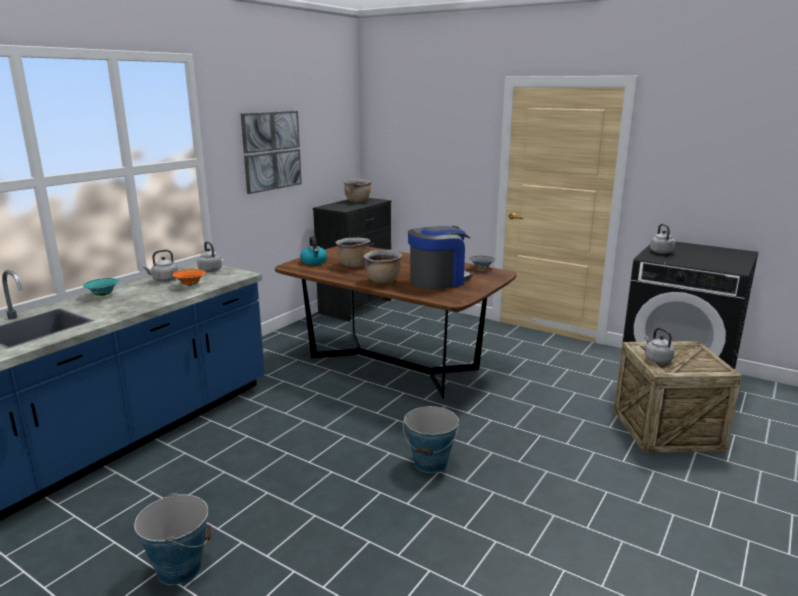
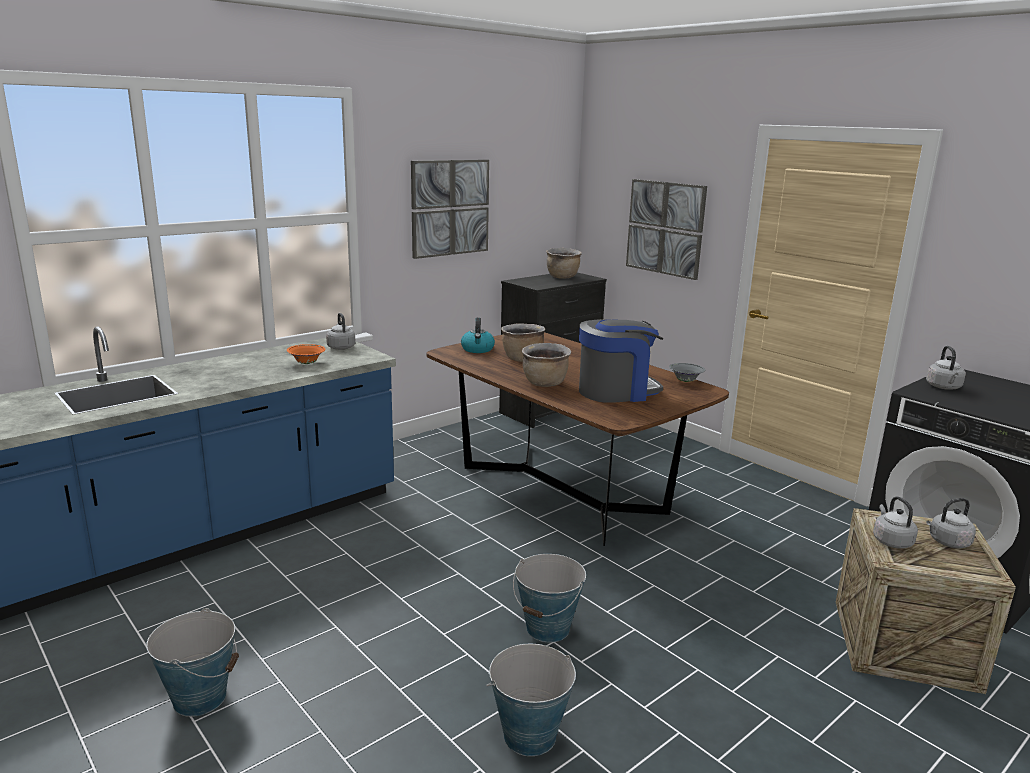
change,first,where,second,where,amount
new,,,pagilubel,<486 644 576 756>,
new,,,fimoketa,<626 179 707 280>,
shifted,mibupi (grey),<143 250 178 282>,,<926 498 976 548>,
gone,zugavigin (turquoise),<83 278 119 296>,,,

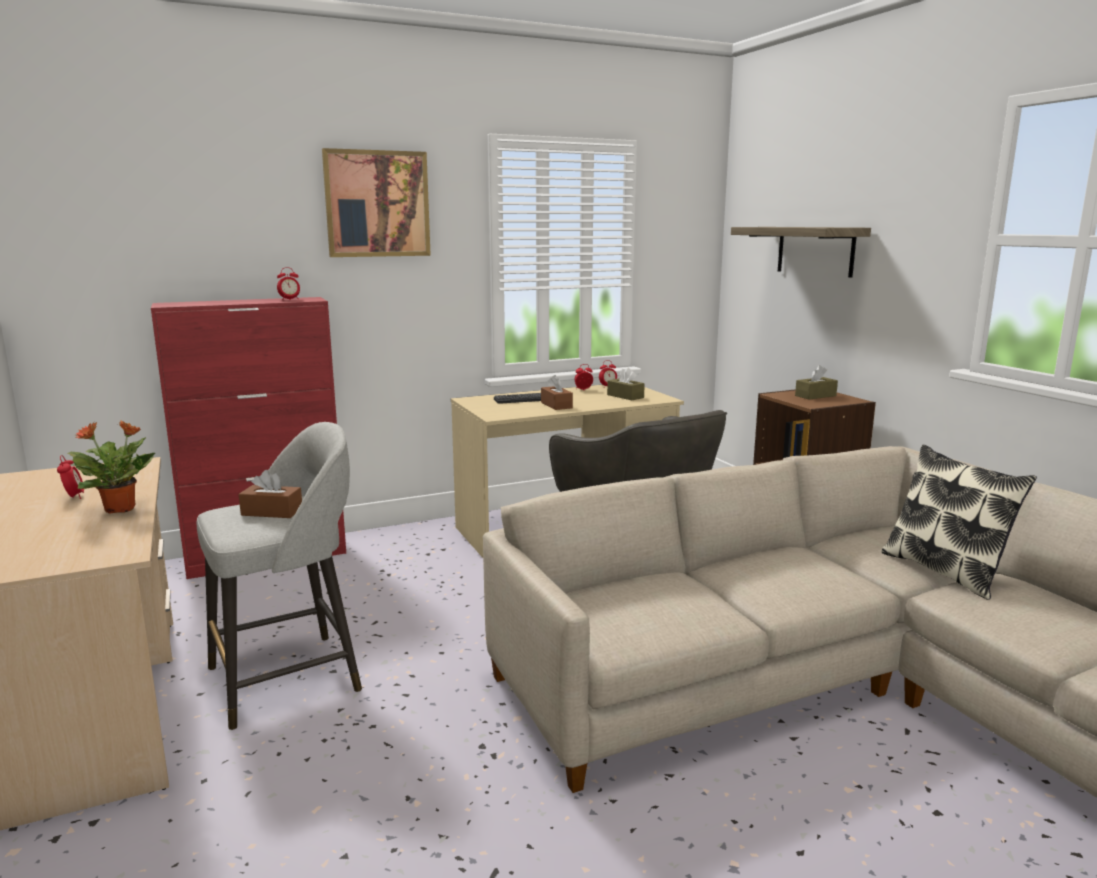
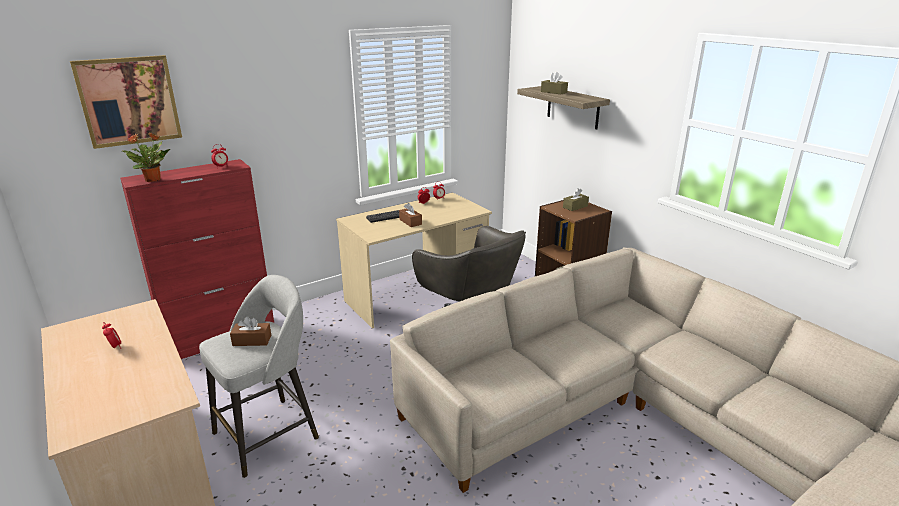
change,first,where,second,where,amount
shifted,fimoketa,<322 148 431 257>,,<70 55 182 149>,
shifted,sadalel,<67 421 155 514>,,<122 133 170 182>,
shifted,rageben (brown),<607 367 645 400>,,<541 71 568 94>,
gone,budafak,<881 445 1037 600>,,,

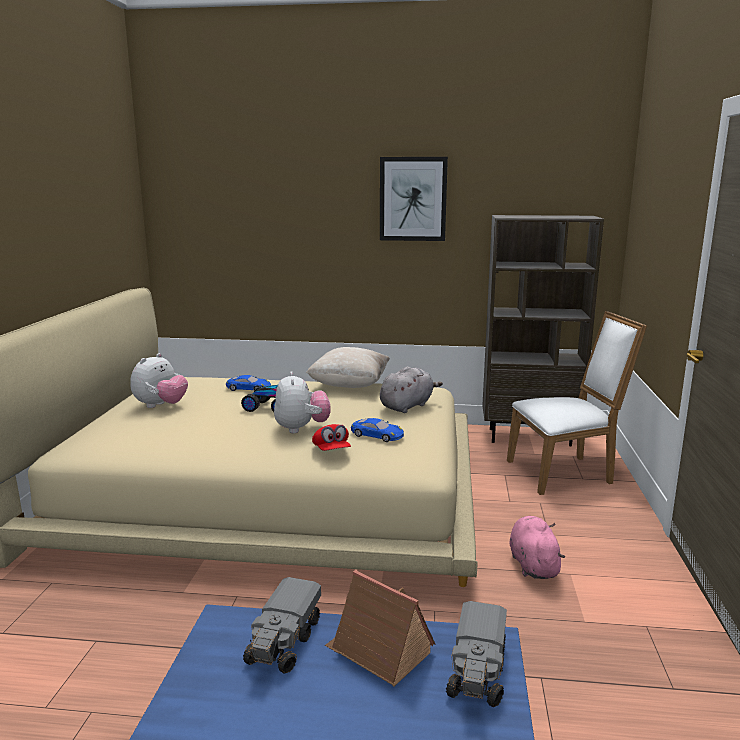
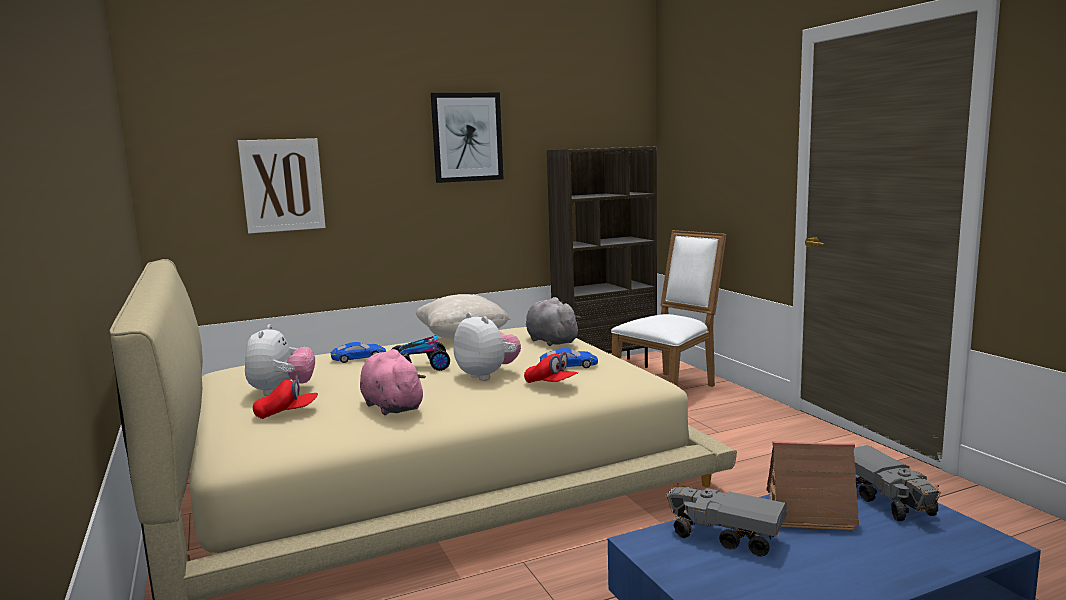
change,first,where,second,where,amount
new,,,fimoketa,<238 138 326 234>,
new,,,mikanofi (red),<253 375 318 419>,
shifted,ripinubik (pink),<509 516 565 579>,,<360 349 426 415>,
rotated,ripinubik (grey),<380 367 443 413>,,<526 297 581 346>,45 degrees counterclockwise
rotated,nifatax,<243 577 321 673>,,<666 486 787 556>,135 degrees clockwise

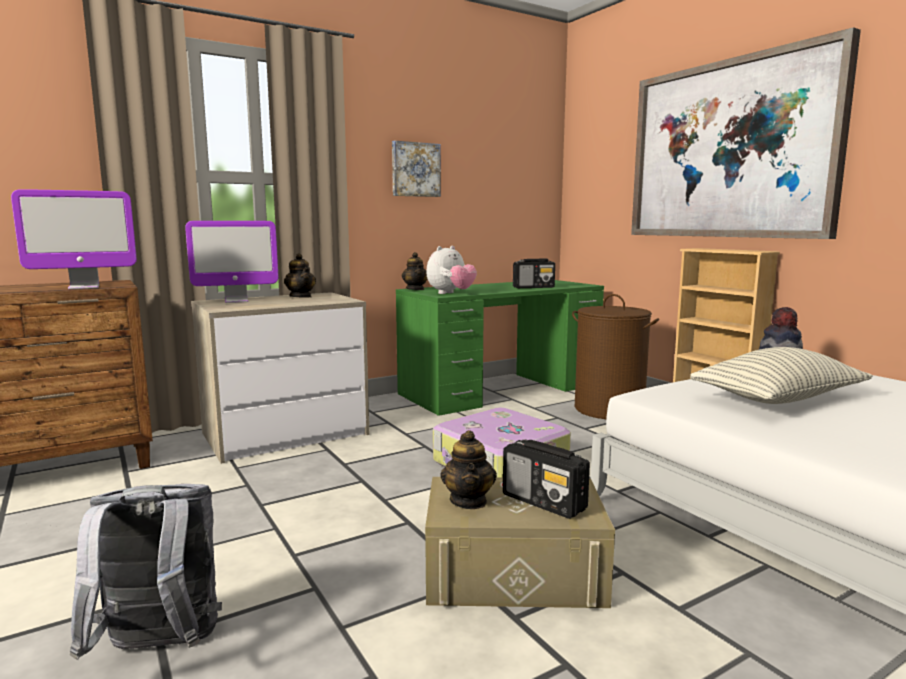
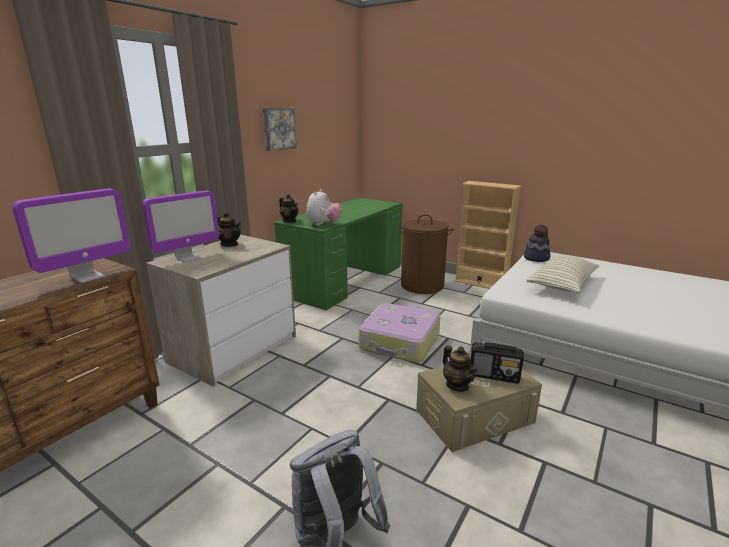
change,first,where,second,where,amount
gone,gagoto,<513 259 555 288>,,,
gone,fimoketa,<631 27 861 239>,,,

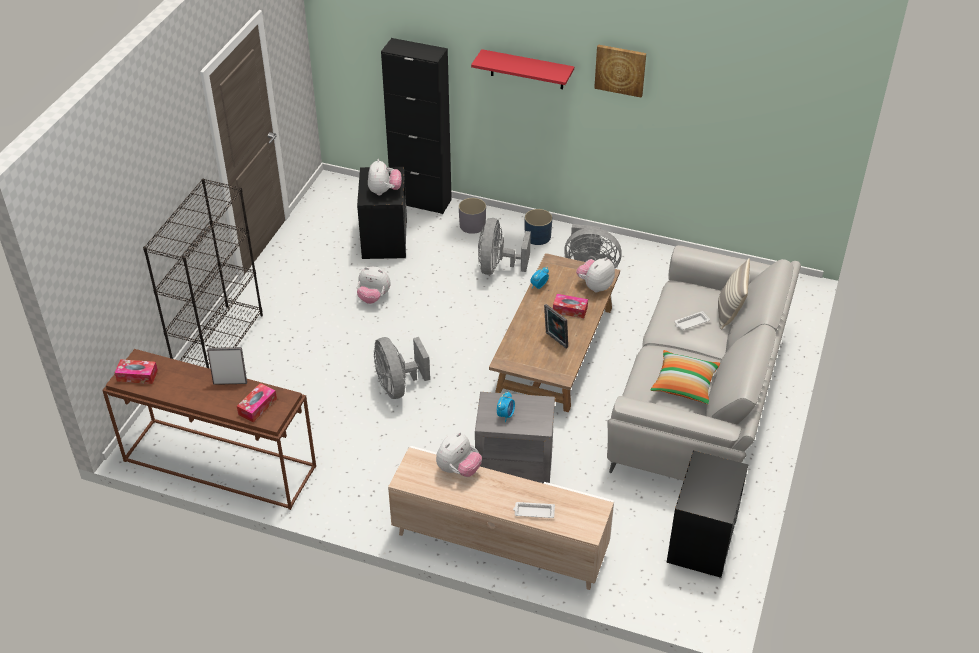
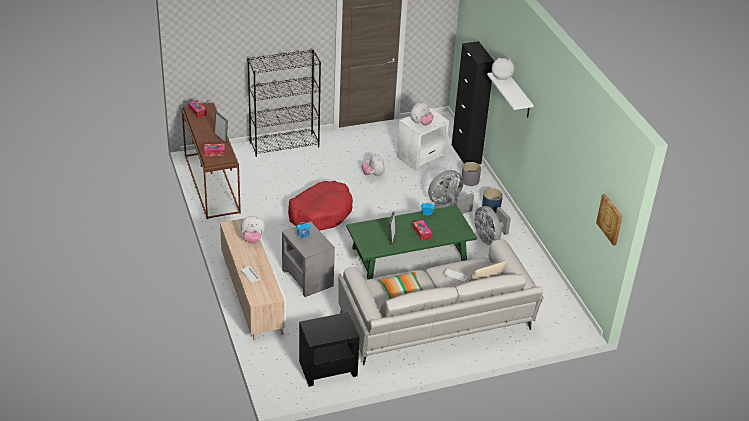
change,first,where,second,where,amount
swapped,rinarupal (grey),<374 337 430 399>,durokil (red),<288 181 353 231>,
repainted,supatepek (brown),<489 253 620 412>,supatepek (green),<346 205 477 279>,
repainted,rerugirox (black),<357 167 407 259>,rerugirox (white),<397 108 449 171>,
repainted,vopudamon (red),<471 49 574 89>,vopudamon (white),<487 72 534 118>,
shifted,ripinubik,<576 257 615 292>,,<492 58 515 80>,
shifted,fimoketa,<594 44 646 97>,,<596 194 623 246>,

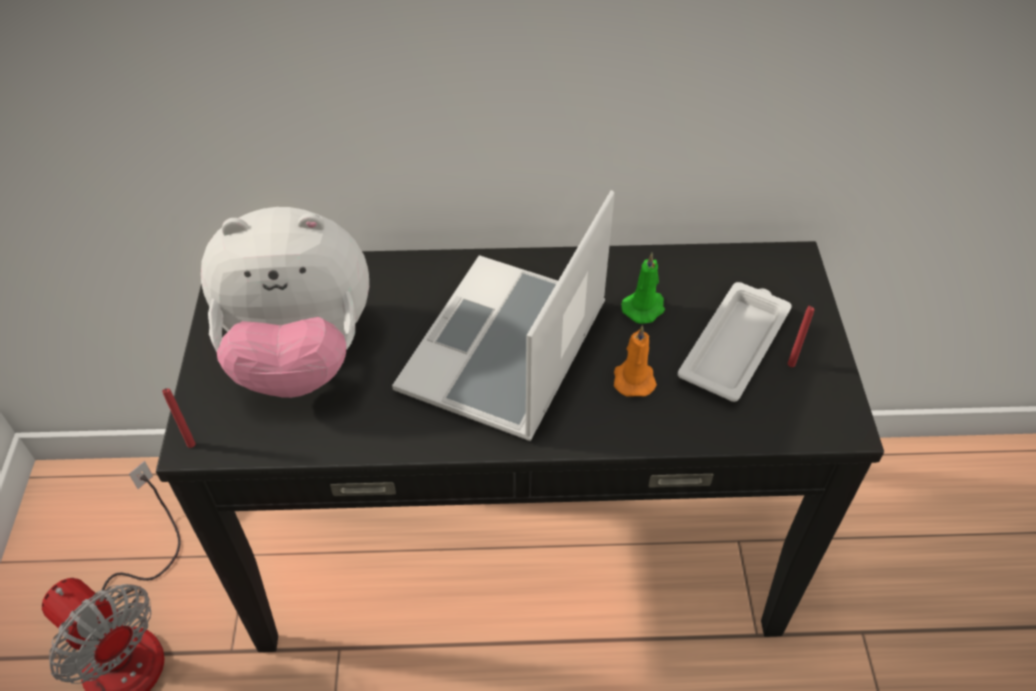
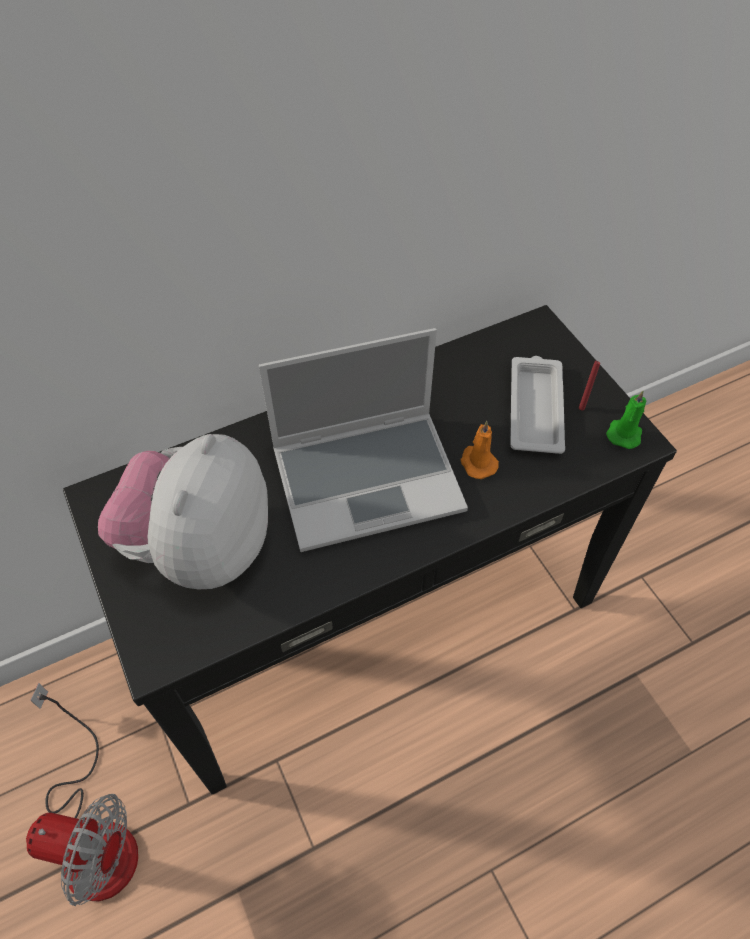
change,first,where,second,where,amount
rotated,ripinubik,<201 207 369 398>,,<98 434 268 589>,135 degrees clockwise
rotated,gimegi,<392 190 615 441>,,<259 328 468 552>,105 degrees counterclockwise
shifted,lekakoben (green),<621 253 665 324>,,<606 391 646 449>,
gone,lekakoben (red),<162 388 196 448>,,,

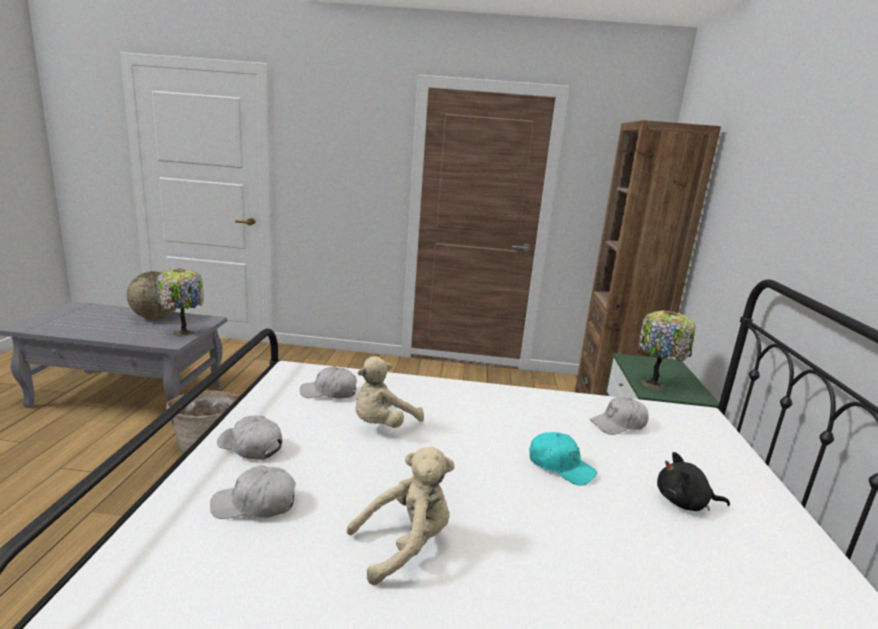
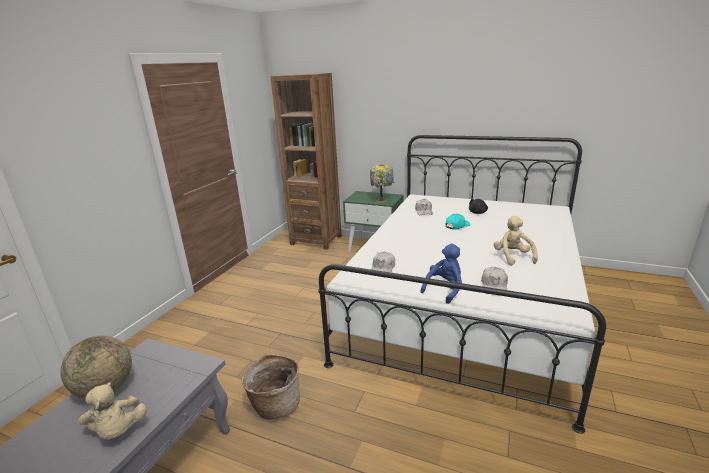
change,first,where,second,where,amount
shifted,ripinubik (beige),<356 356 424 428>,,<78 382 147 439>,
swapped,mikanofi (white),<217 415 282 460>,ripinubik (blue),<421 244 462 304>,
gone,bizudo,<157 268 204 337>,,,

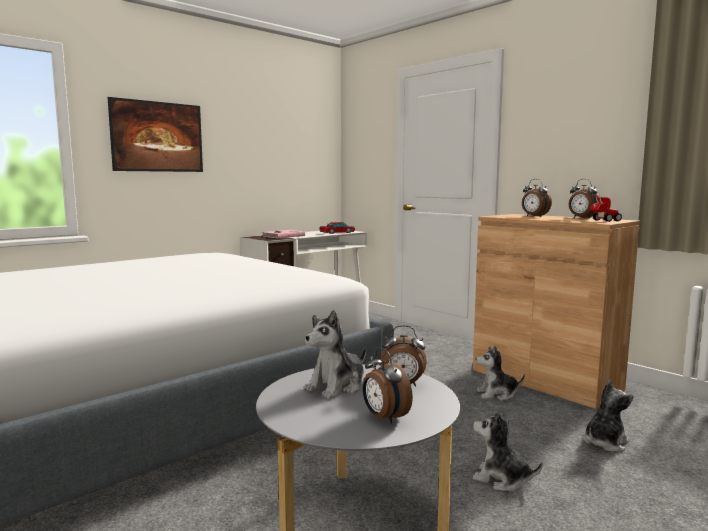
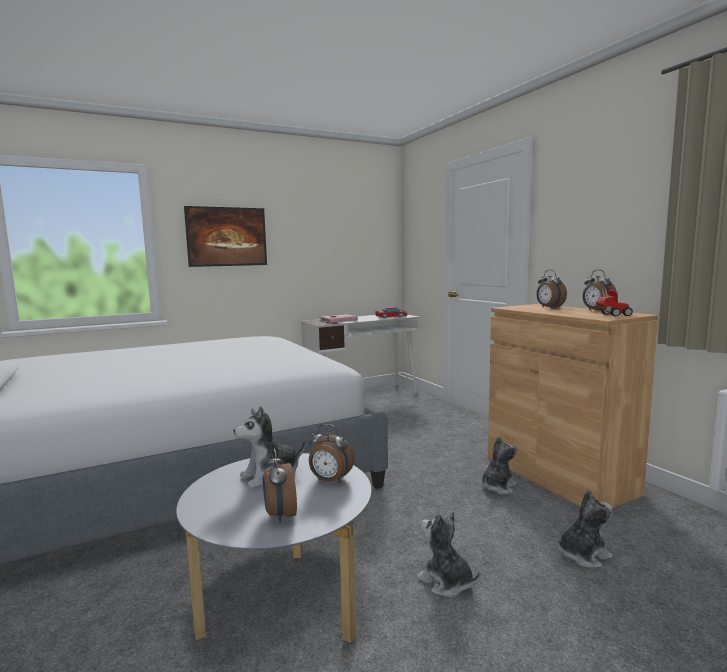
change,first,where,second,where,amount
rotated,ripinubik,<475 346 525 401>,,<481 436 517 495>,120 degrees clockwise

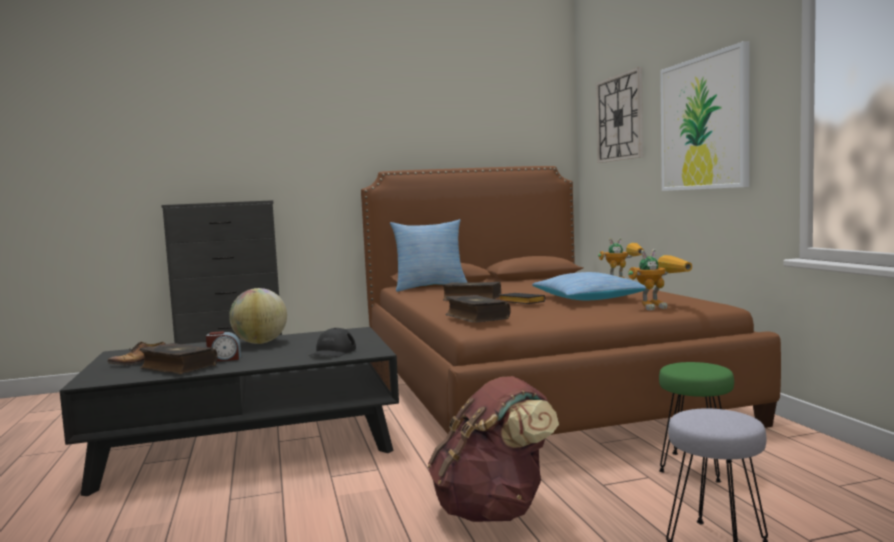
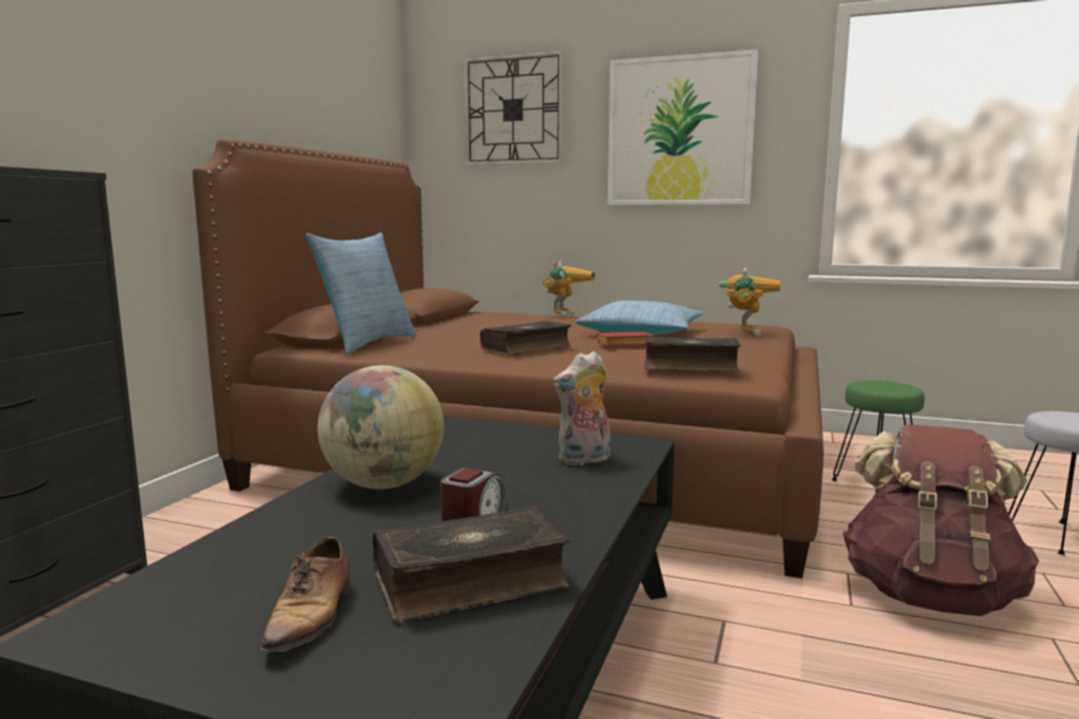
change,first,where,second,where,amount
swapped,mikanofi (black),<309 328 356 357>,ripinubik,<552 351 610 466>,
repainted,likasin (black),<499 293 545 304>,likasin (red),<596 332 656 346>,

